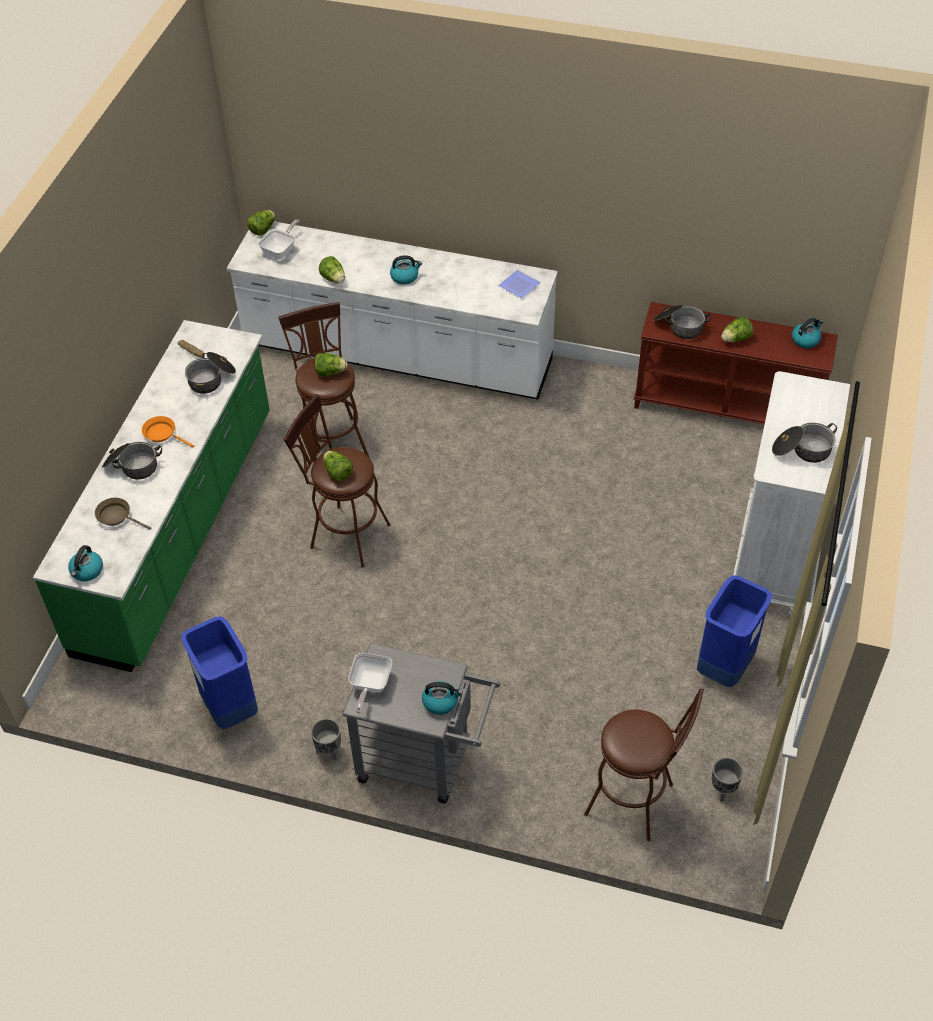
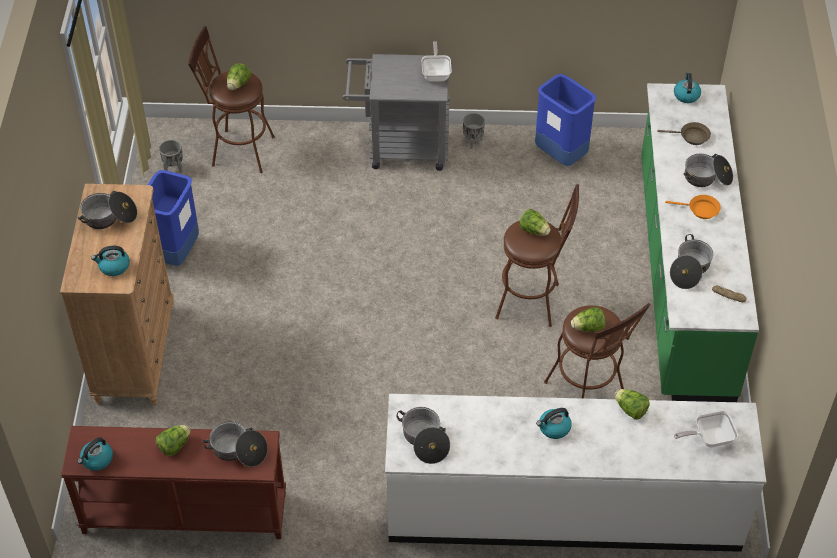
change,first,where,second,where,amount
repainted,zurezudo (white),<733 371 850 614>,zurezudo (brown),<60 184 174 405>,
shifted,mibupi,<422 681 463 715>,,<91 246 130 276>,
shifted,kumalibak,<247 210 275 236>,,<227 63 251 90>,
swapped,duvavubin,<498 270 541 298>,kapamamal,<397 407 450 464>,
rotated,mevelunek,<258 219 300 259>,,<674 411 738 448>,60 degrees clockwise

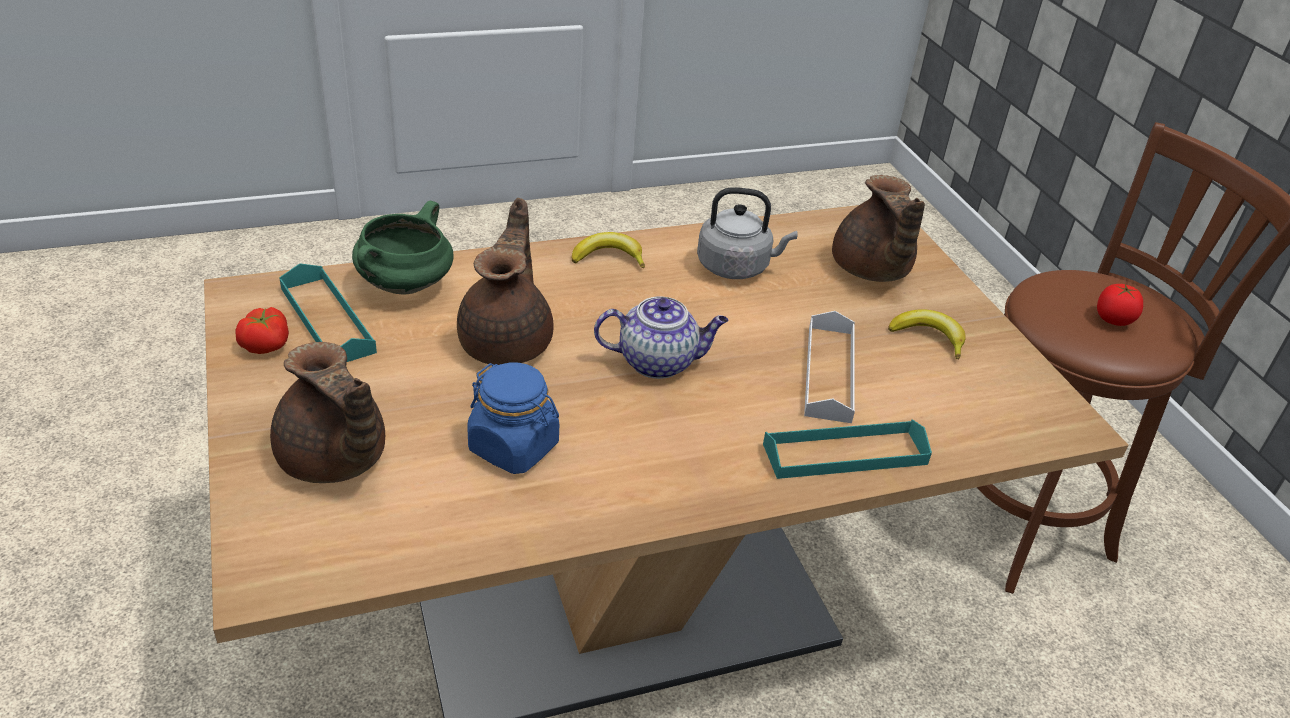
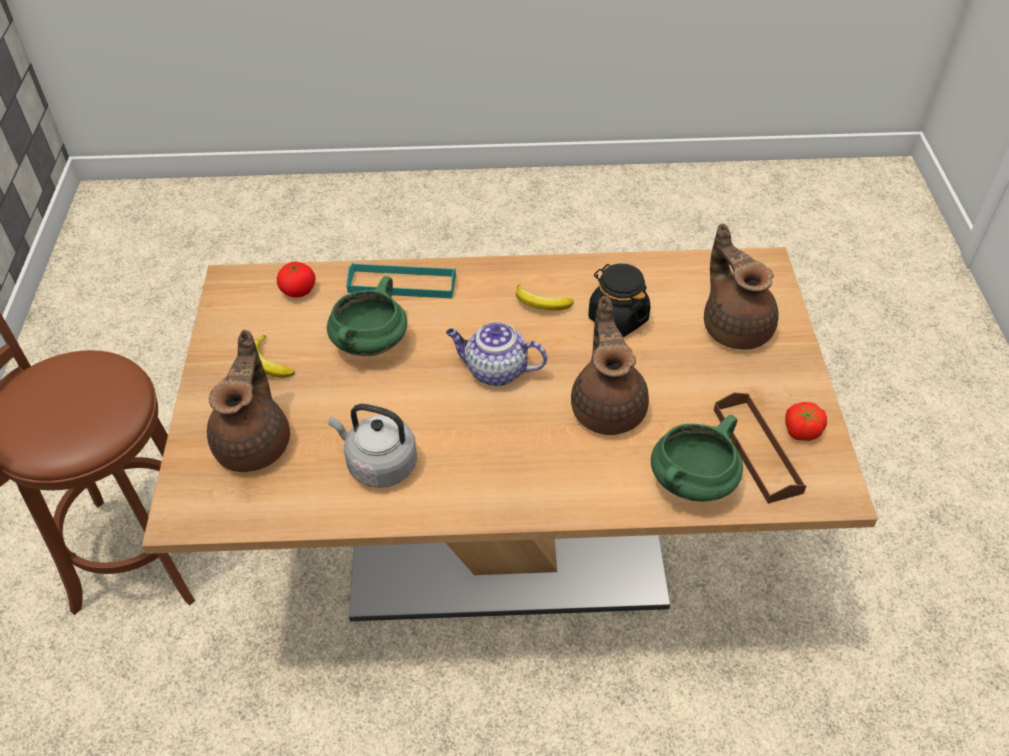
change,first,where,second,where,amount
shifted,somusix,<1097 284 1143 326>,,<277 262 315 298>,
swapped,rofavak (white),<804 311 855 423>,kapamamal (green),<327 276 407 356>,
shifted,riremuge,<572 232 645 268>,,<516 285 574 310>,
rotated,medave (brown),<457 198 553 365>,,<571 296 649 435>,150 degrees clockwise
repainted,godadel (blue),<467 363 559 474>,godadel (black),<588 264 650 337>,
repainted,rofavak (turquoise),<279 263 377 362>,rofavak (brown),<714 393 806 504>,

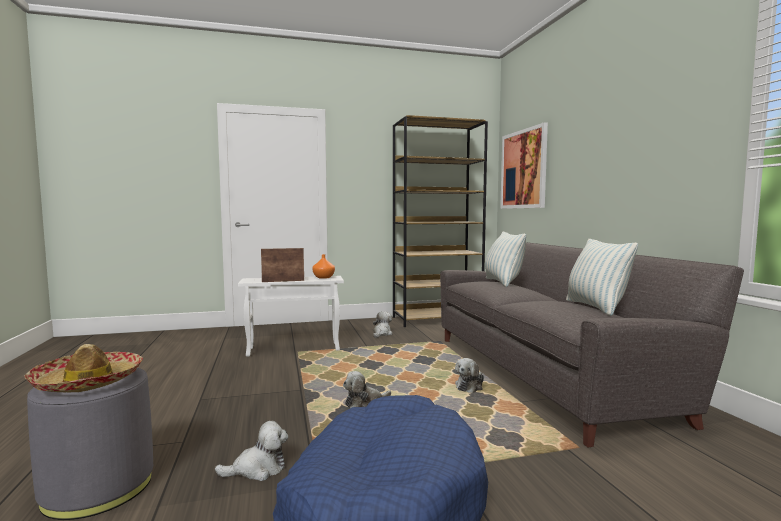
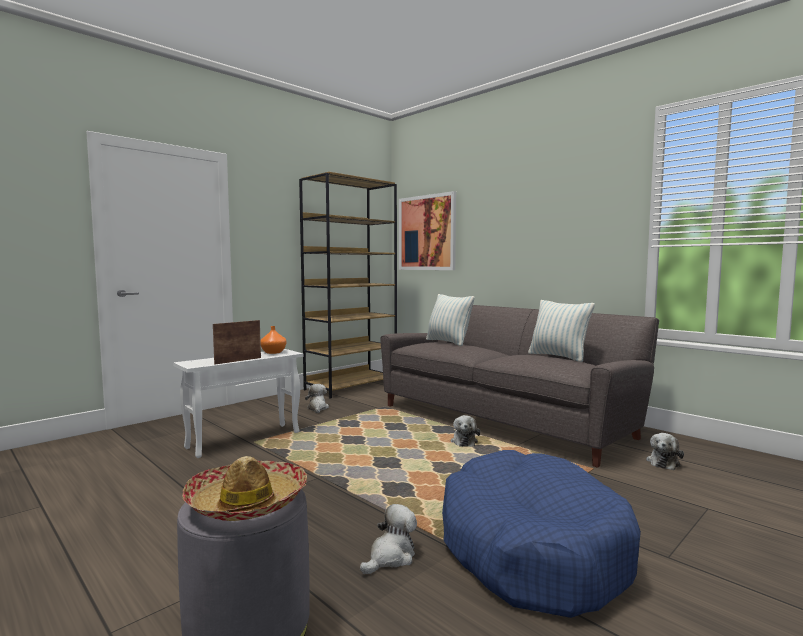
change,first,where,second,where,amount
shifted,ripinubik,<343 371 391 408>,,<646 433 684 470>,

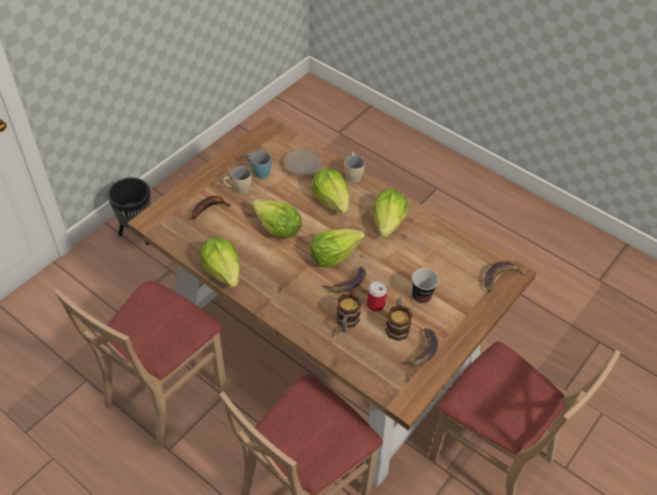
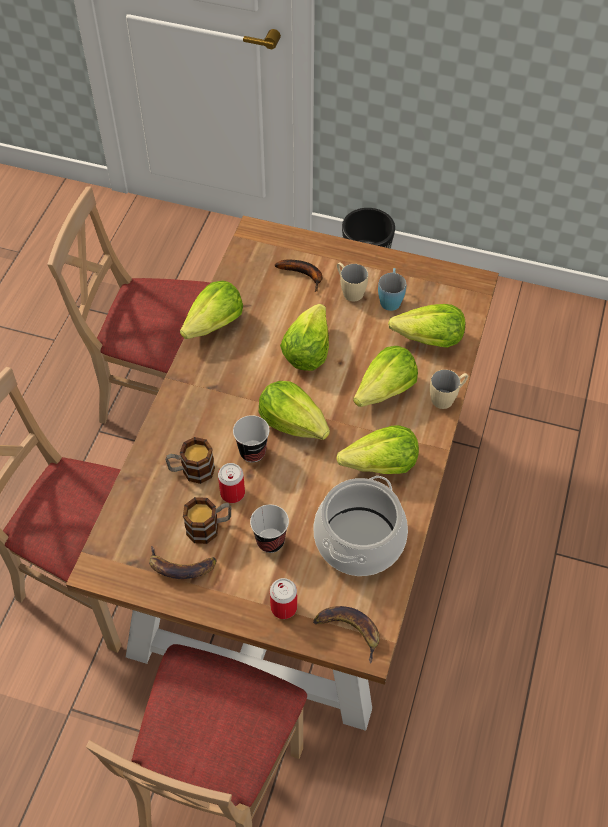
change,first,where,second,where,amount
swapped,riremuge,<321 267 366 293>,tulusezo,<233 415 269 463>,
new,,,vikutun,<270 578 297 619>,
new,,,kapamamal,<313 476 408 576>,
swapped,duvavubin (beige),<284 148 323 176>,kumalibak,<388 304 465 348>,

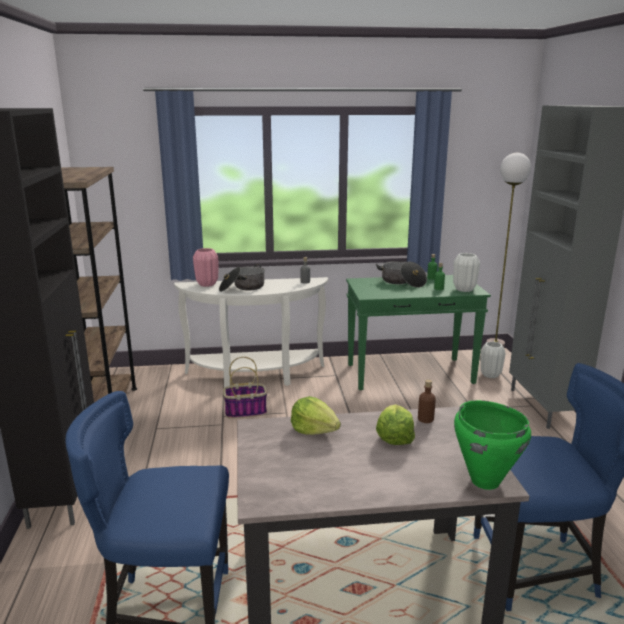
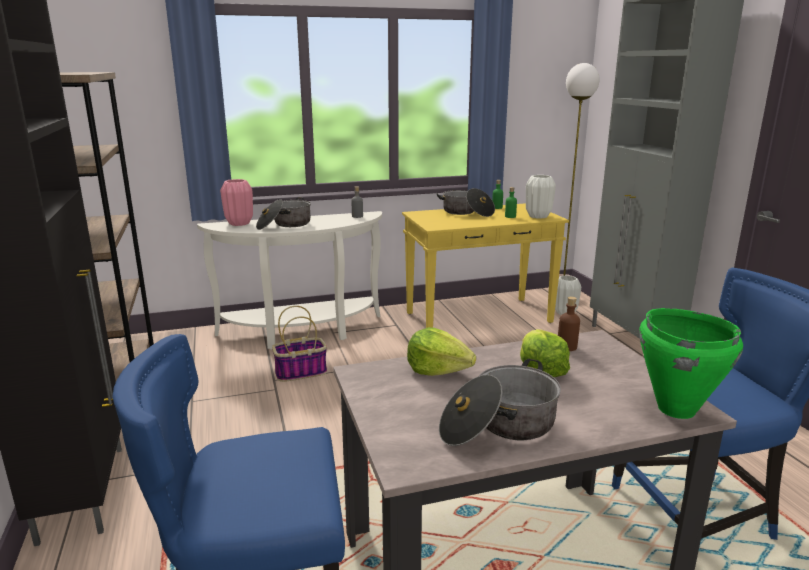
change,first,where,second,where,amount
repainted,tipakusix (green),<346 275 491 391>,tipakusix (yellow),<402 203 569 328>,
new,,,kapamamal,<439 359 561 446>,

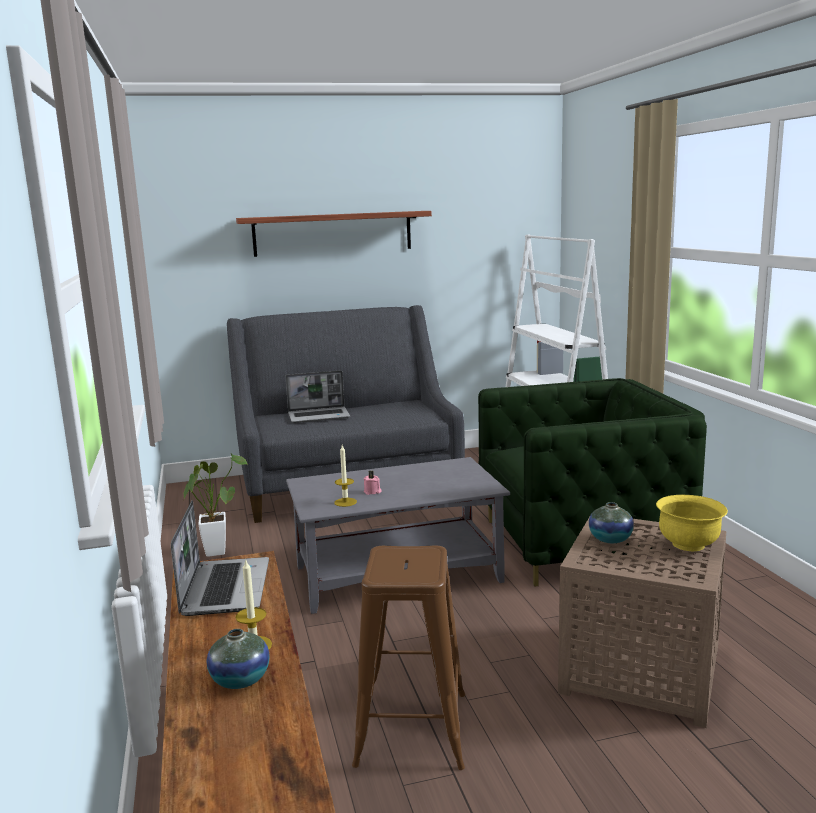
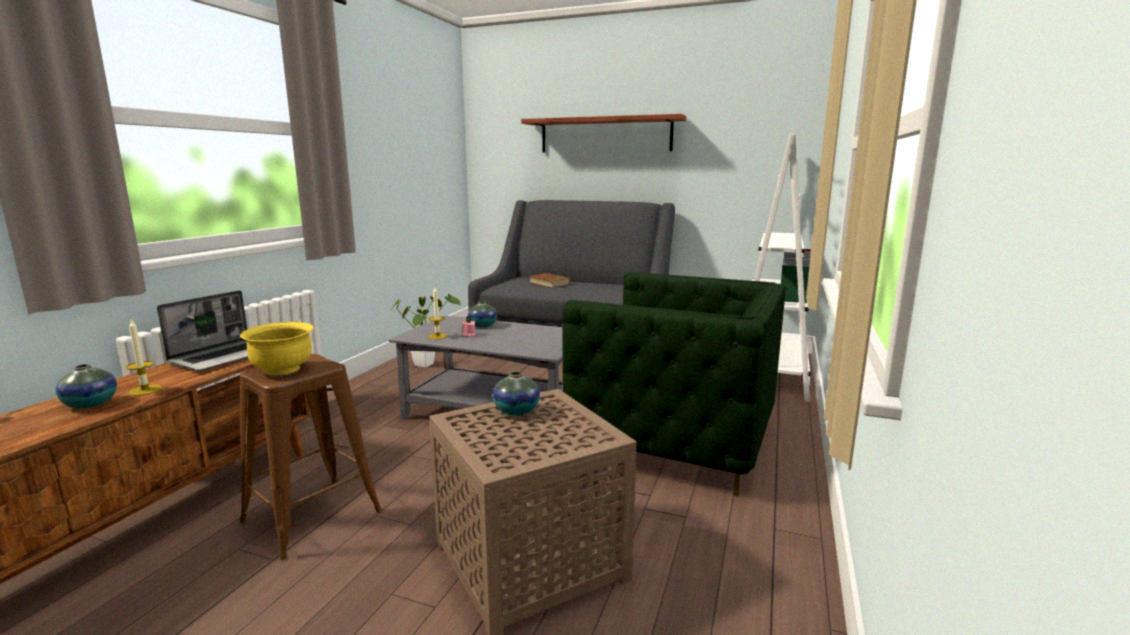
change,first,where,second,where,amount
shifted,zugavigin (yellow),<656 495 728 551>,,<240 322 314 375>,
new,,,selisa,<468 301 497 327>,
swapped,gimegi,<285 370 350 423>,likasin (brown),<529 273 570 288>,

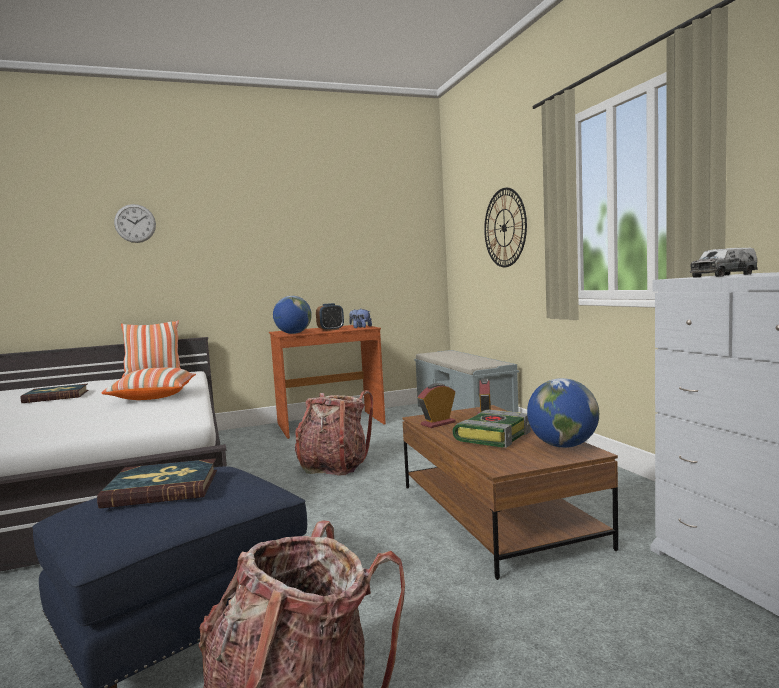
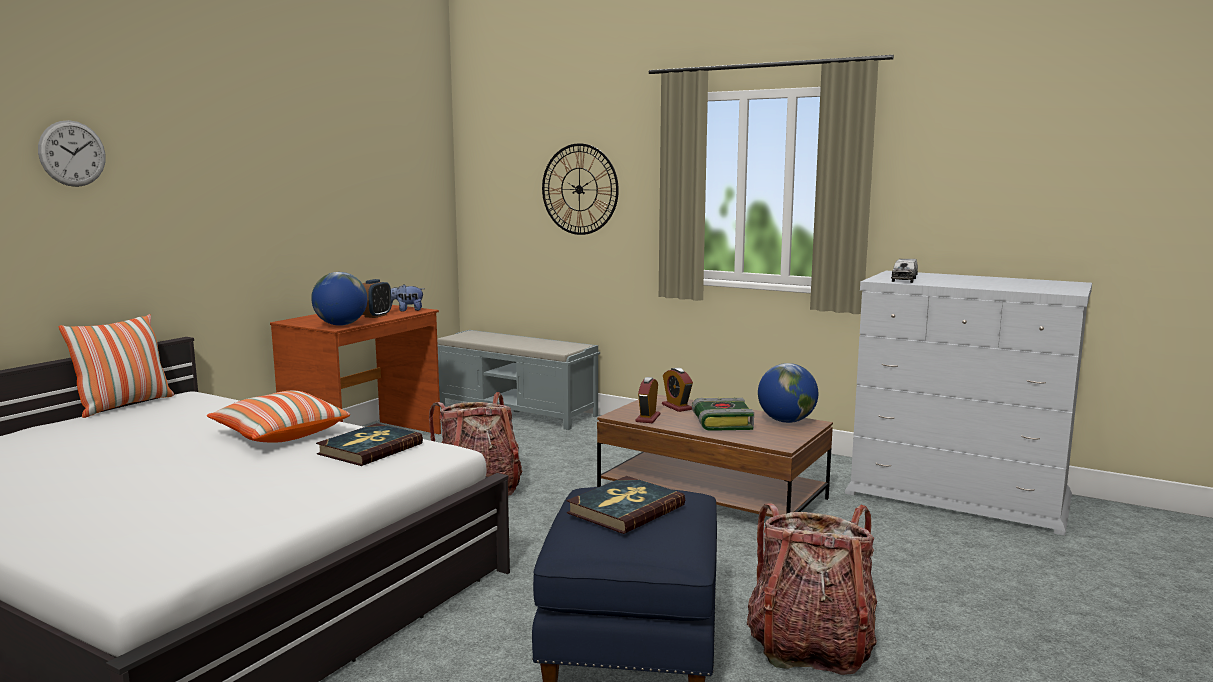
change,first,where,second,where,amount
shifted,likasin,<21 384 88 403>,,<316 423 423 466>,

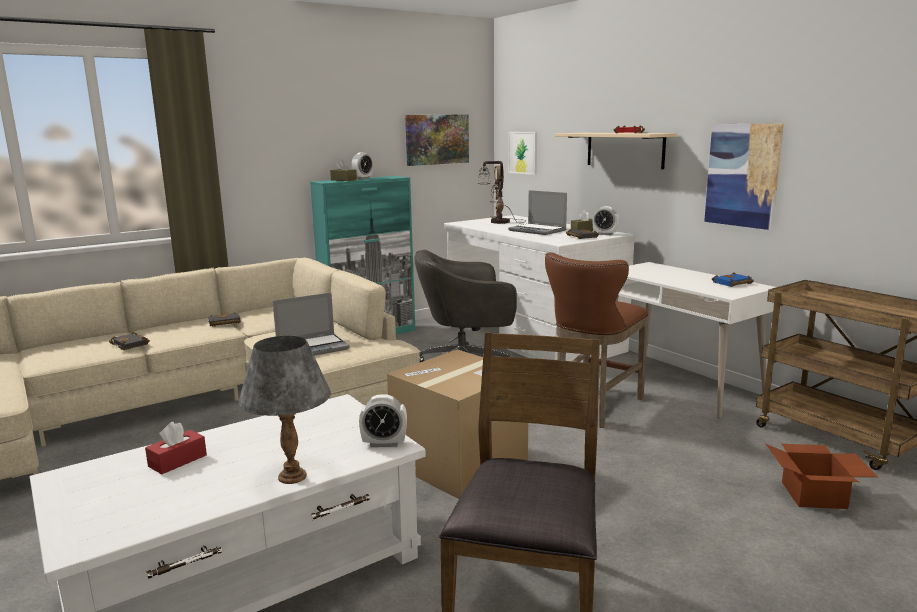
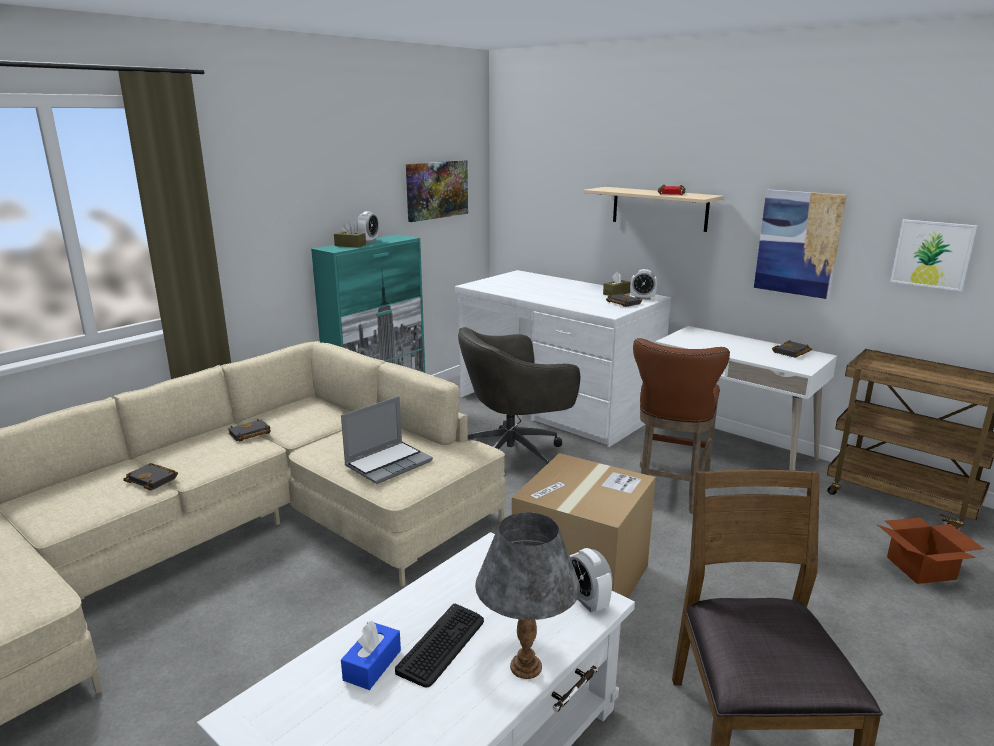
change,first,where,second,where,amount
repainted,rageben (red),<145 422 207 474>,rageben (blue),<341 621 401 690>,
new,,,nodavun,<395 604 484 688>,
rotated,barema,<359 394 407 447>,,<570 548 613 612>,75 degrees clockwise
repainted,likasin (blue),<712 272 754 287>,likasin (black),<772 340 812 358>,
shifted,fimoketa,<508 132 537 175>,,<890 219 978 291>,
gone,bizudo,<478 161 526 224>,,,
gone,gimegi,<508 190 567 235>,,,

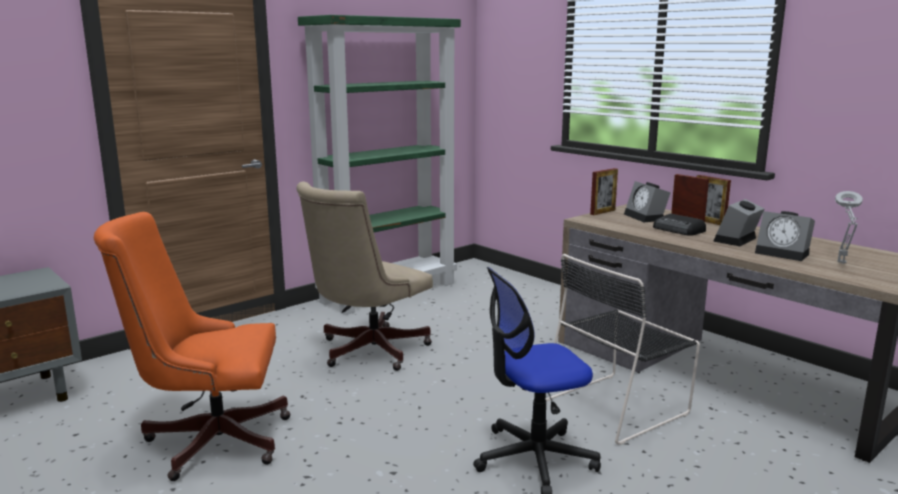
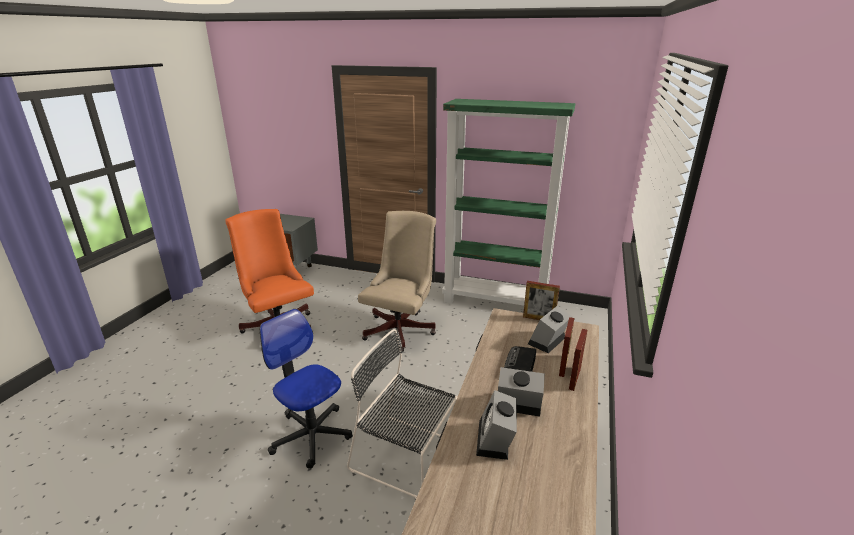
change,first,where,second,where,amount
rotated,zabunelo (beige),<296 182 433 371>,,<358 211 436 352>,105 degrees clockwise
gone,bizudo (grey),<835 191 863 264>,,,

